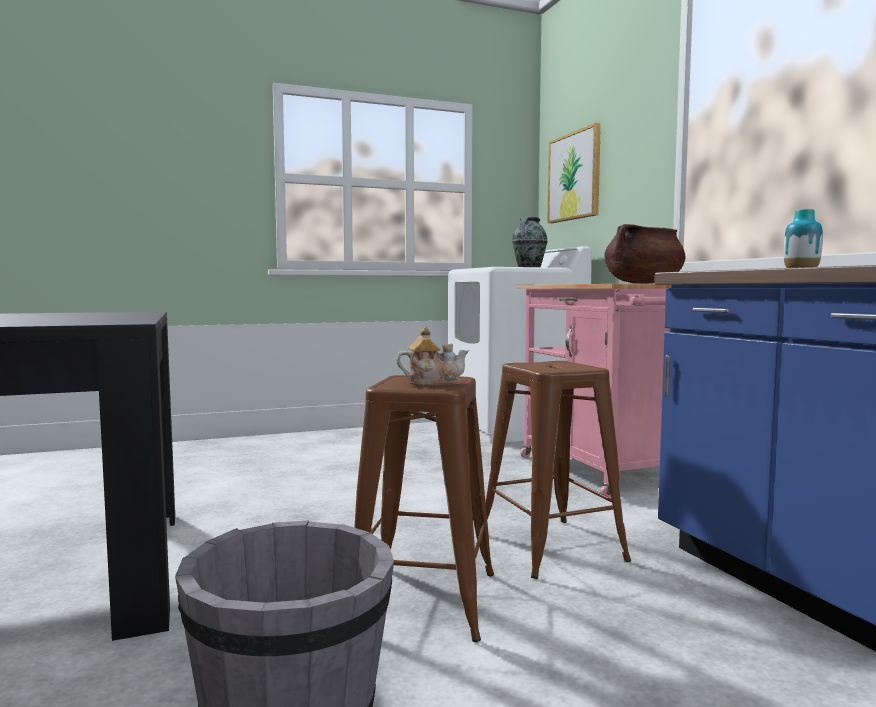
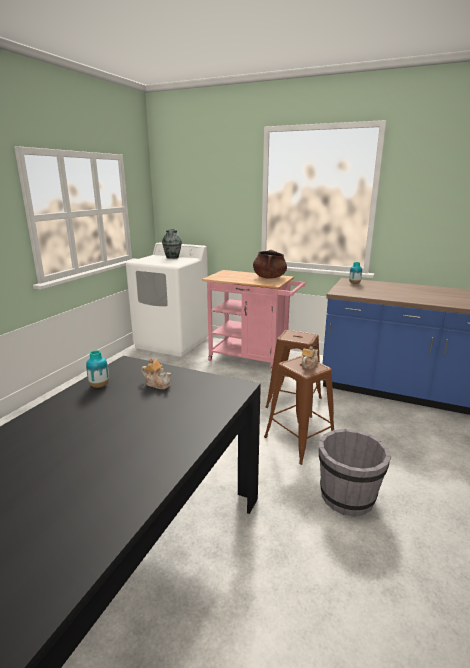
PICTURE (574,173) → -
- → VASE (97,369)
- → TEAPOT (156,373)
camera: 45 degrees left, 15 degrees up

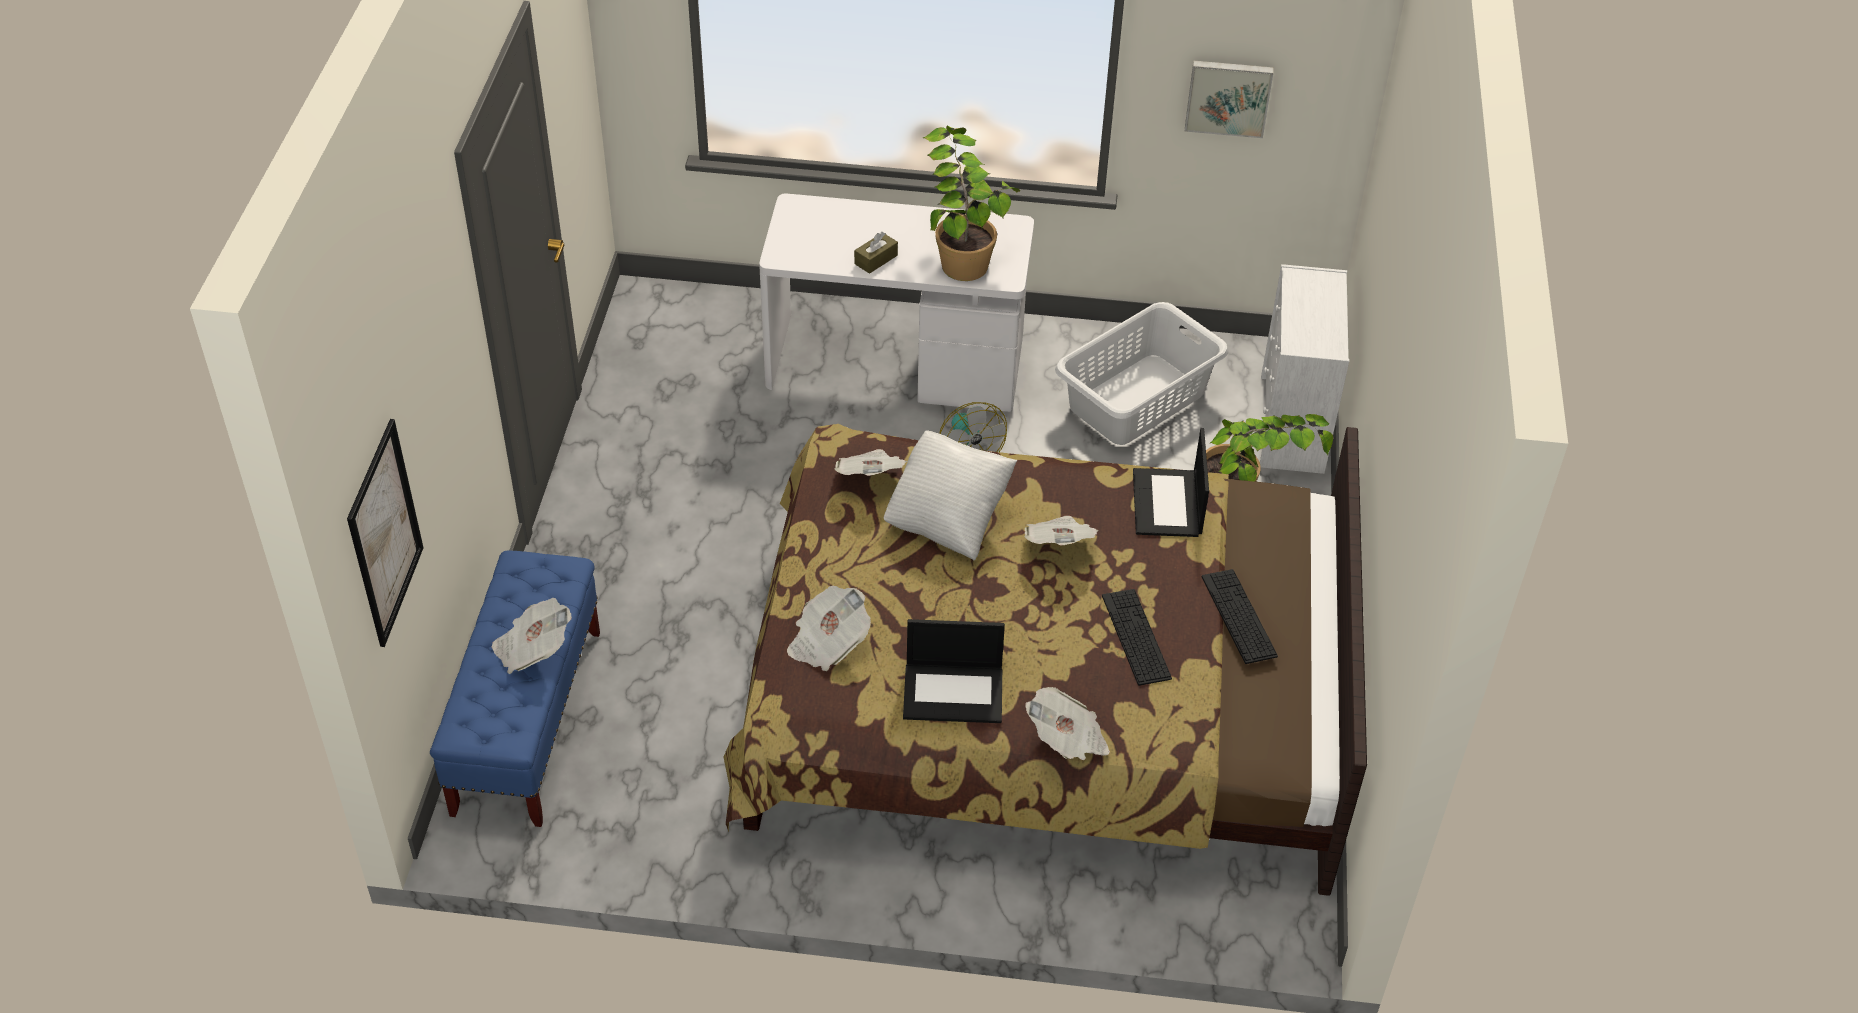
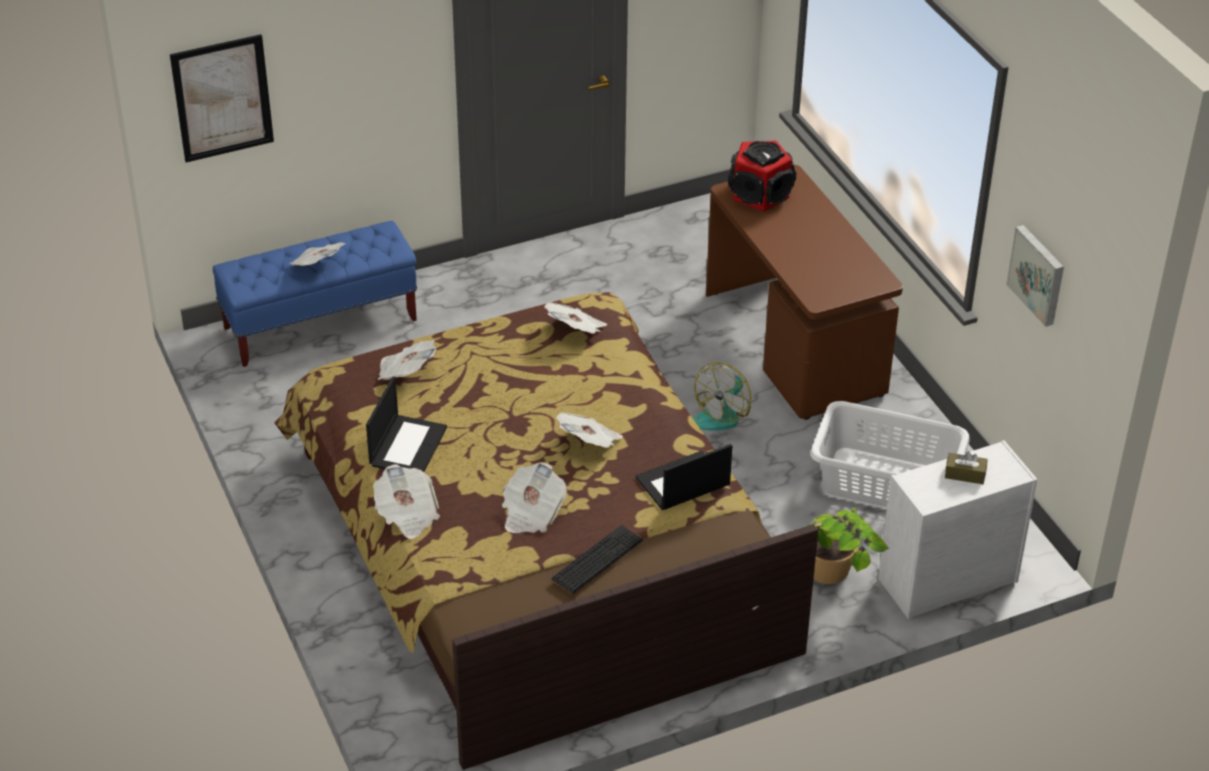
POTTED PLANT (971,203) → -
WHITE DESK (896,302) → BROWN DESK (804,292)
BROWN TISSUE BOX (876,253) → BROWN TISSUE BOX (966,467), moved
WHITE PILLOW (950,495) → -
KEYBOARD (1137,637) → NEWSPAPER (534,497)
LAPTOP (954,671) → LAPTOP (406,424), 135 degrees counterclockwise
- → SPEAKER (762,176)
camera: 60 degrees right, 5 degrees down

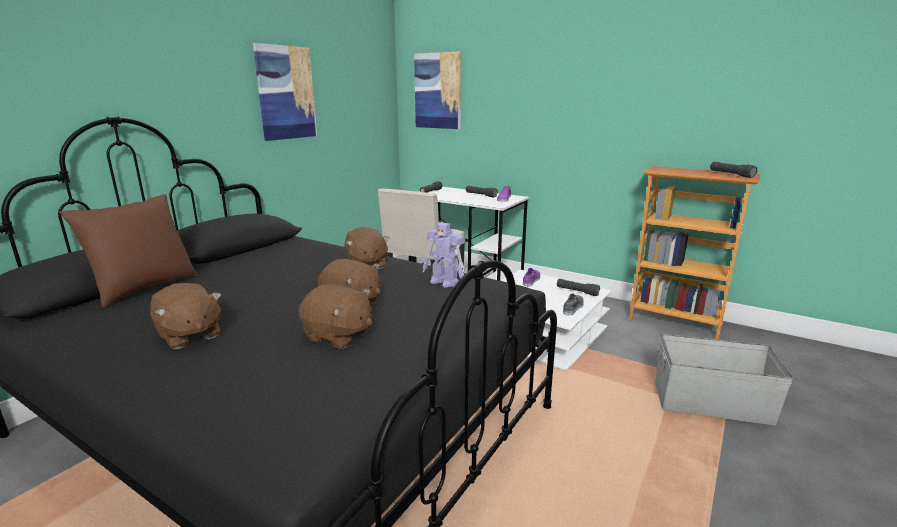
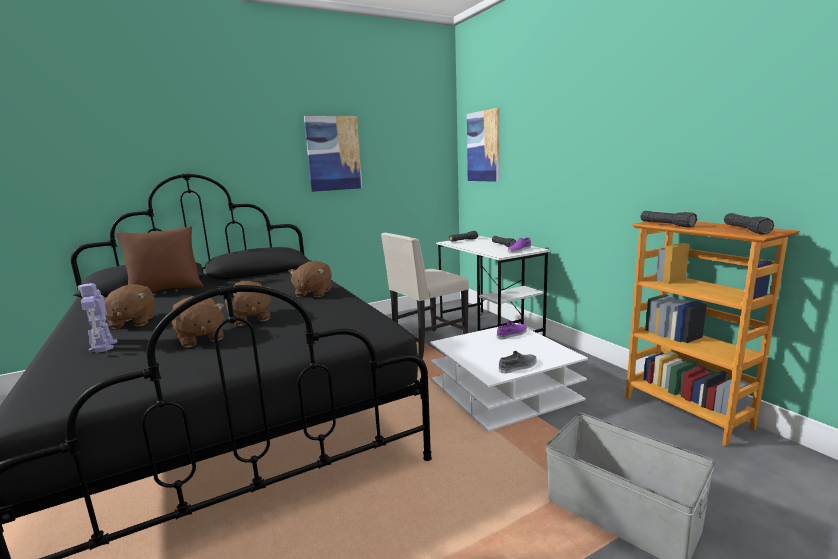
TOY ROBOT (444,255) → TOY ROBOT (97,318), moved
BLACK FLASHLIGHT (578,287) → BLACK FLASHLIGHT (668,219), moved
camera: 30 degrees right, 5 degrees down

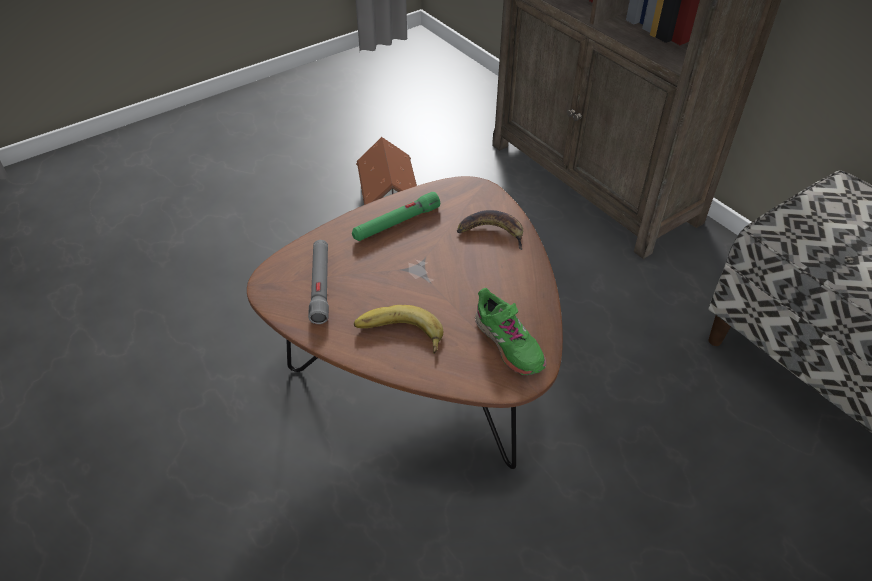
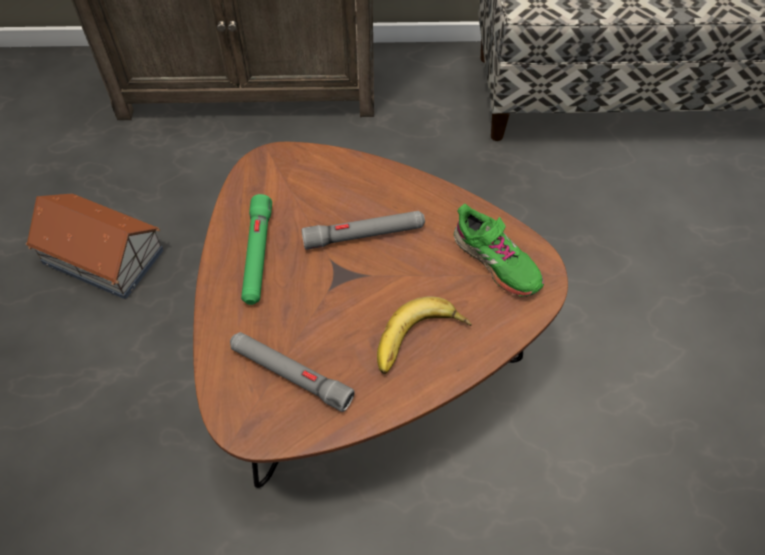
BANANA (490,230) → -
GREEN SHOE (511,332) → GREEN SHOE (499,250), 45 degrees clockwise
- → GREY FLASHLIGHT (363,230)
camera: 55 degrees left, 10 degrees up

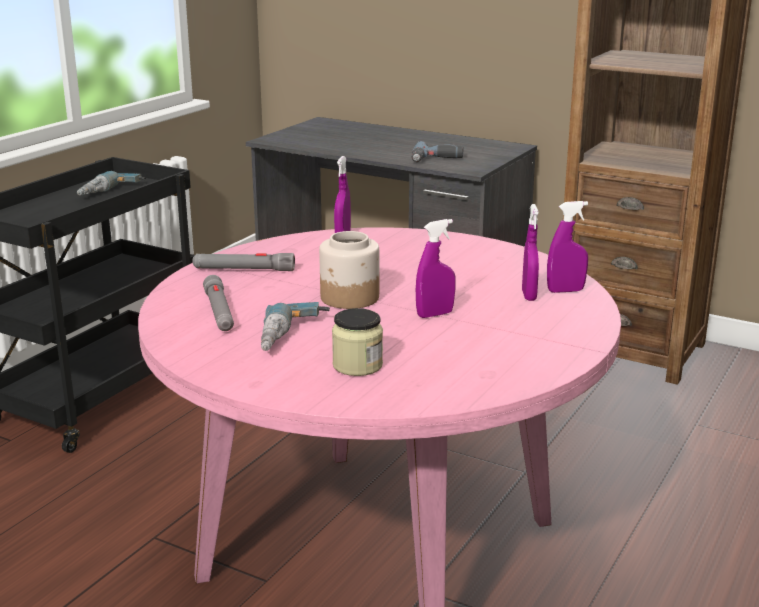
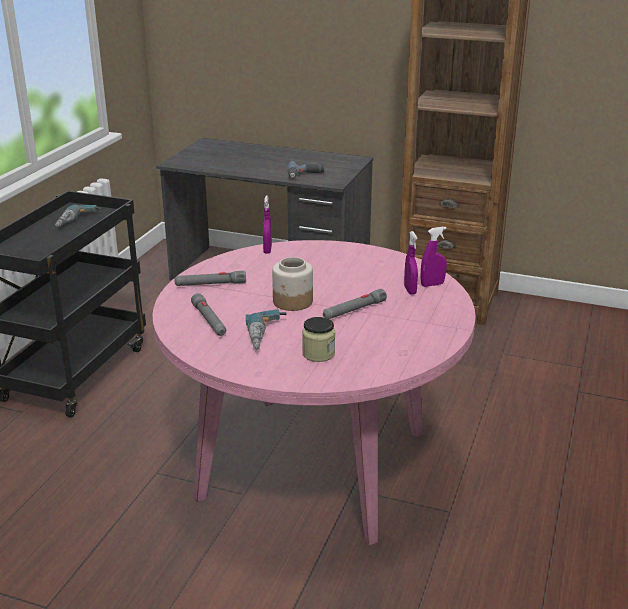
PURPLE SPRAY BOTTLE (436,268) → GREY FLASHLIGHT (355,304)
camera: 10 degrees left, 5 degrees up

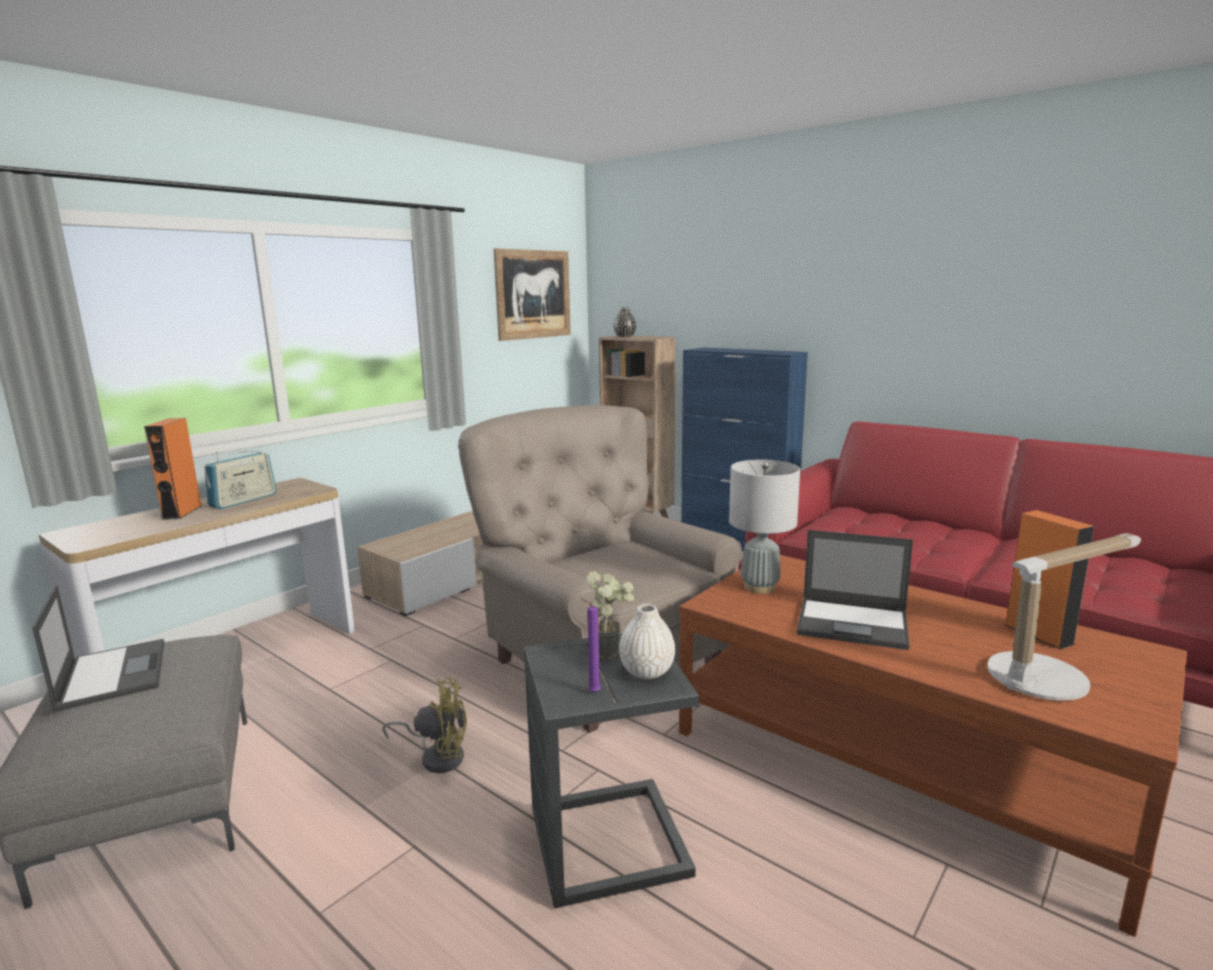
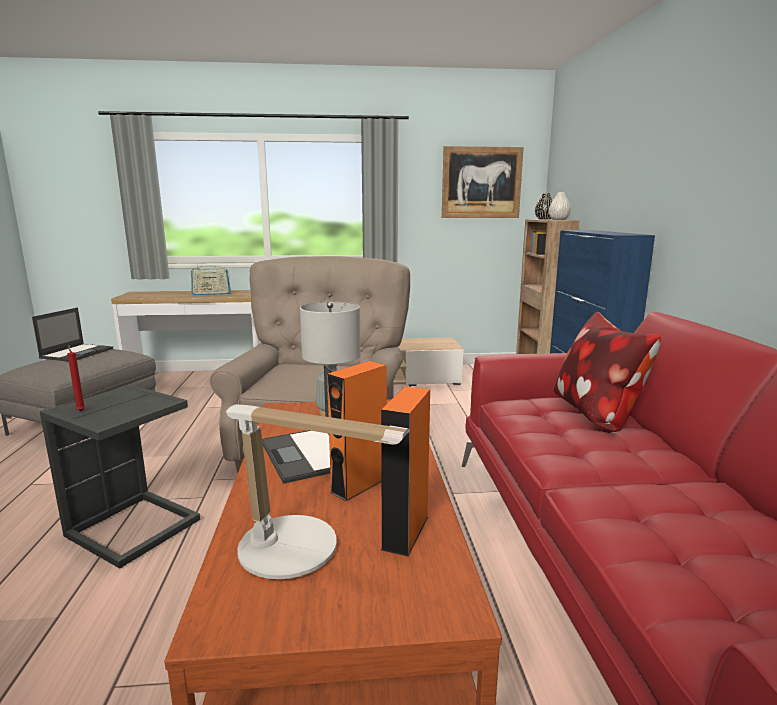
ORANGE SPEAKER (172,469) → ORANGE SPEAKER (357,431), moved
POTTED PLANT (610,615) → -
PURPLE CANDLE (591,645) → RED CANDLE (76,378)
WHITE VASE (647,641) → WHITE VASE (560,206), moved
YELLOW FAN (424,725) → -
- → PILLOW (607,372)
camera: 45 degrees right, 0 degrees up

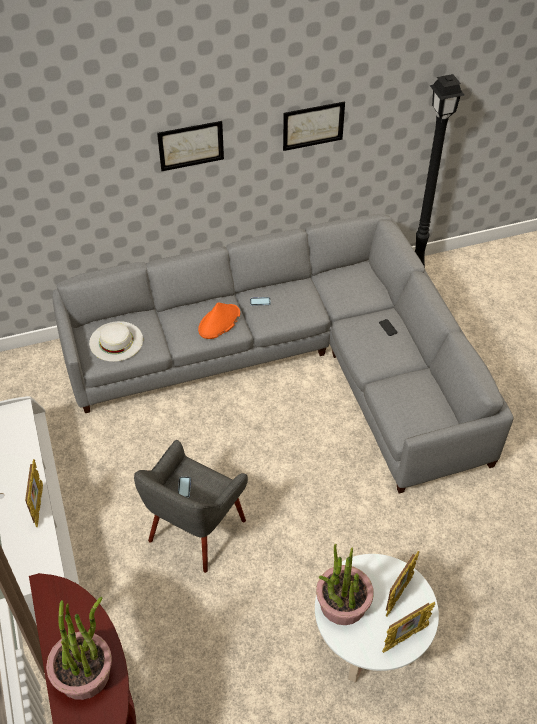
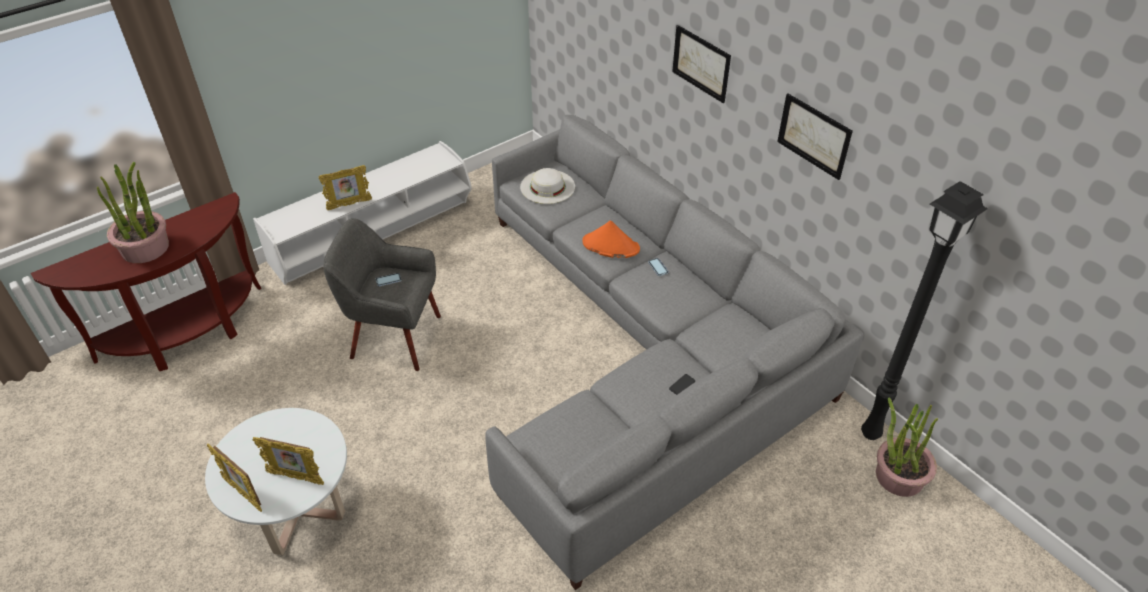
POTTED PLANT (345,584) → POTTED PLANT (907,447), moved
camera: 70 degrees right, 5 degrees down

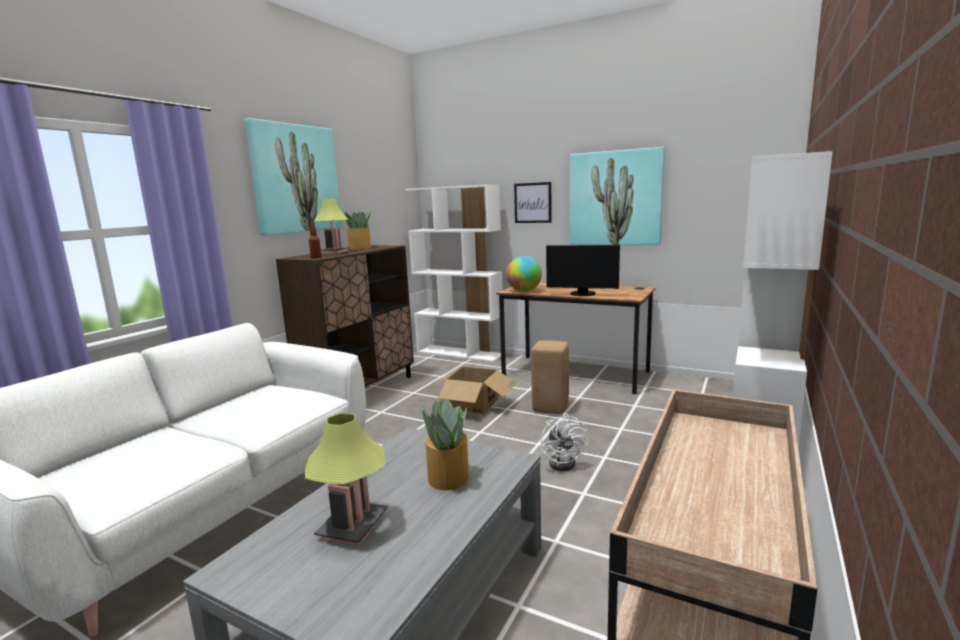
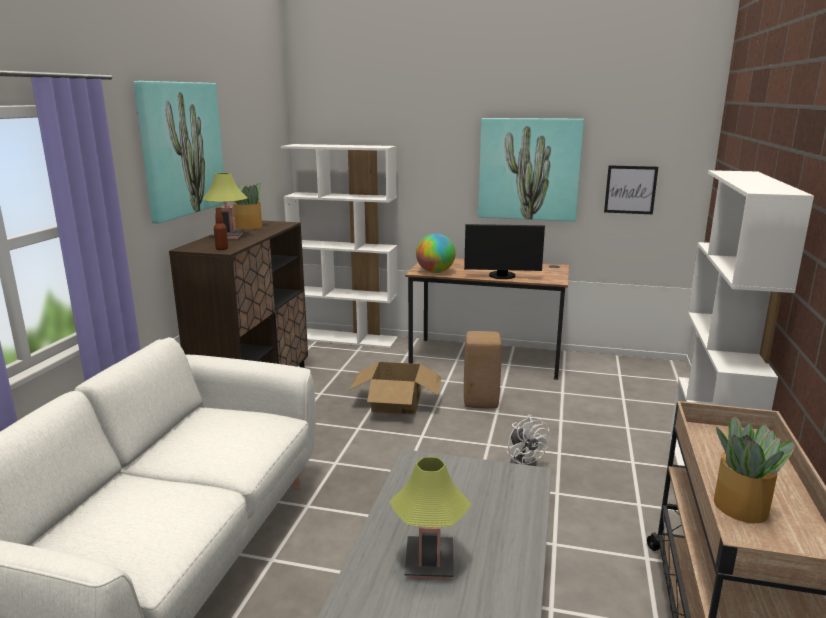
PICTURE (533,202) → PICTURE (631,189), moved
POTTED PLANT (445,445) → POTTED PLANT (754,469), moved
camera: 15 degrees left, 5 degrees up

